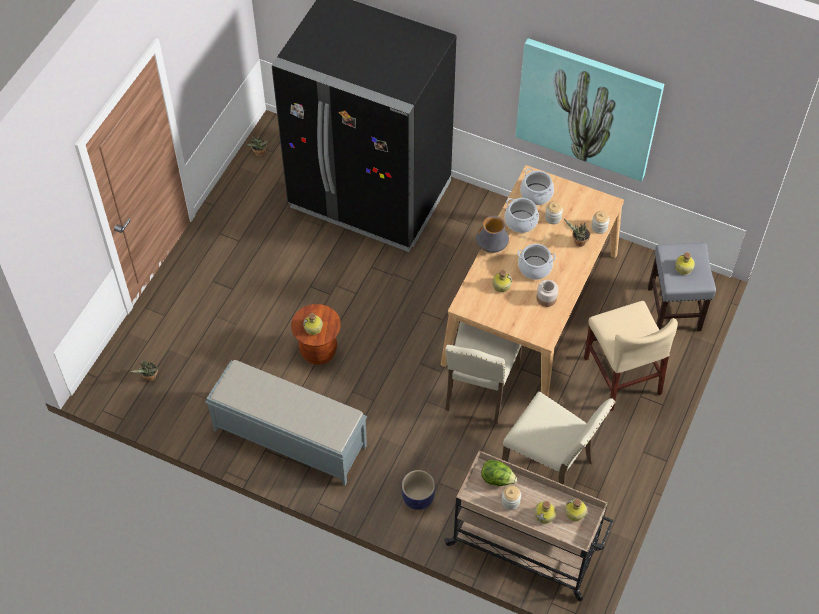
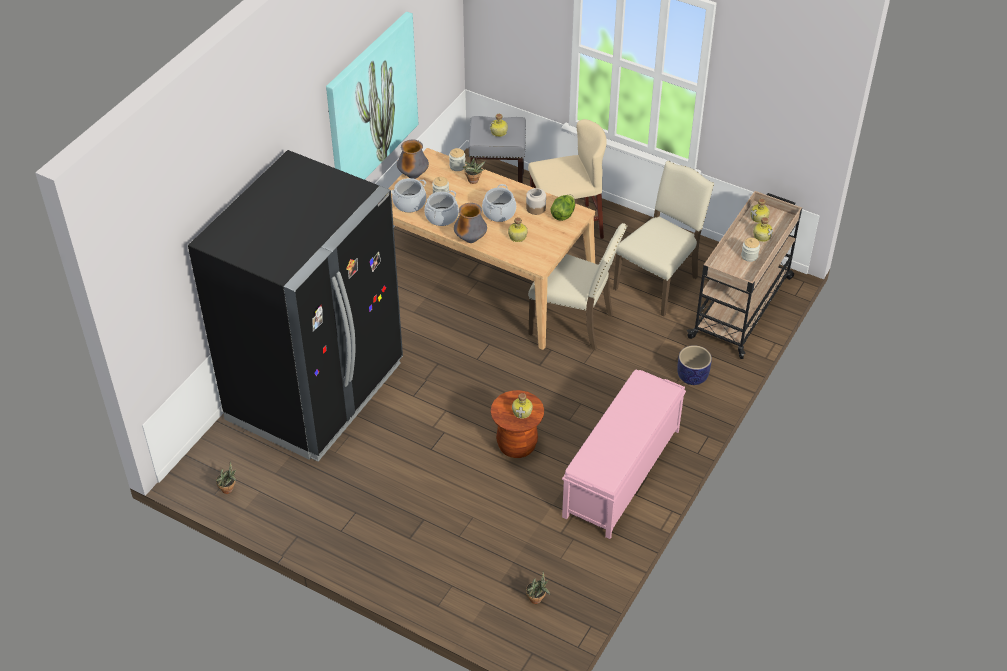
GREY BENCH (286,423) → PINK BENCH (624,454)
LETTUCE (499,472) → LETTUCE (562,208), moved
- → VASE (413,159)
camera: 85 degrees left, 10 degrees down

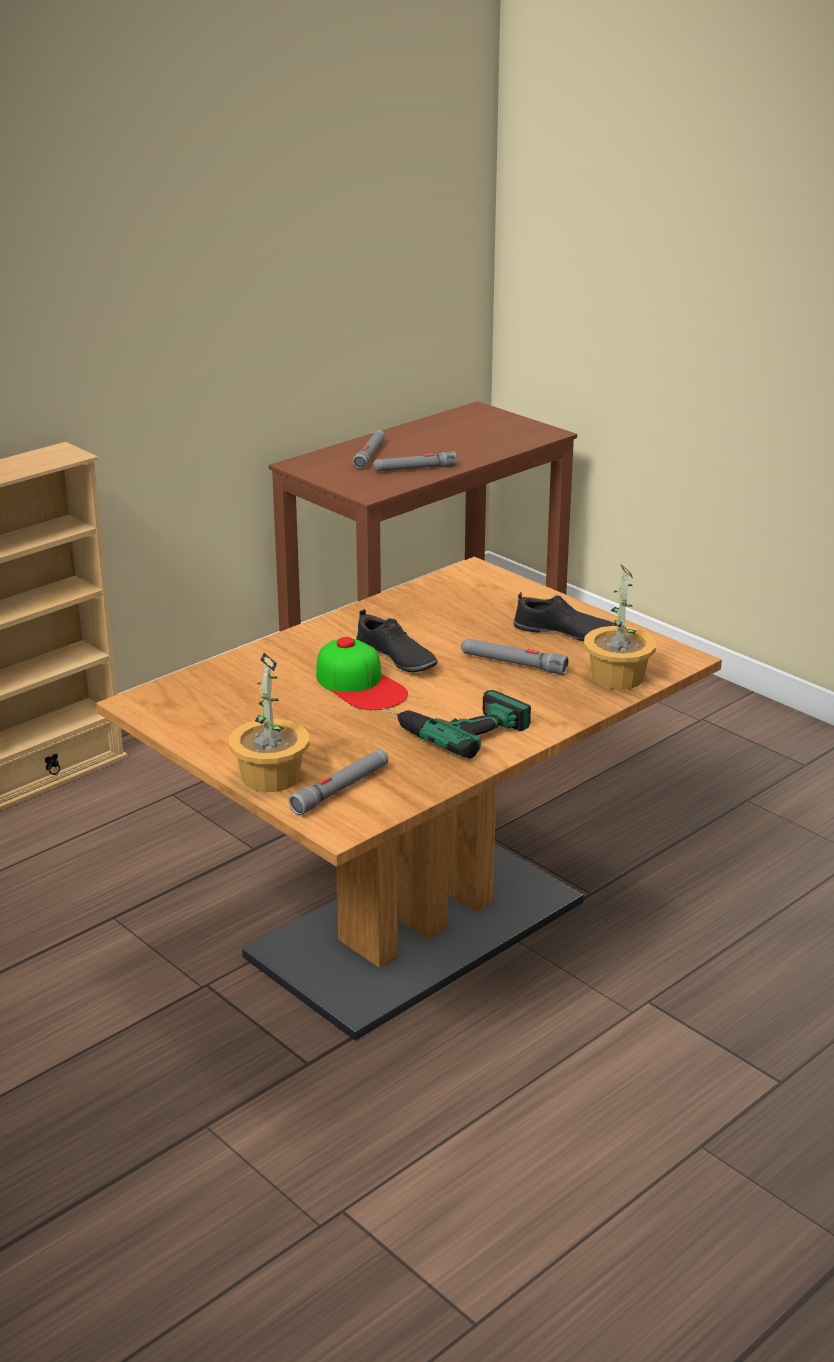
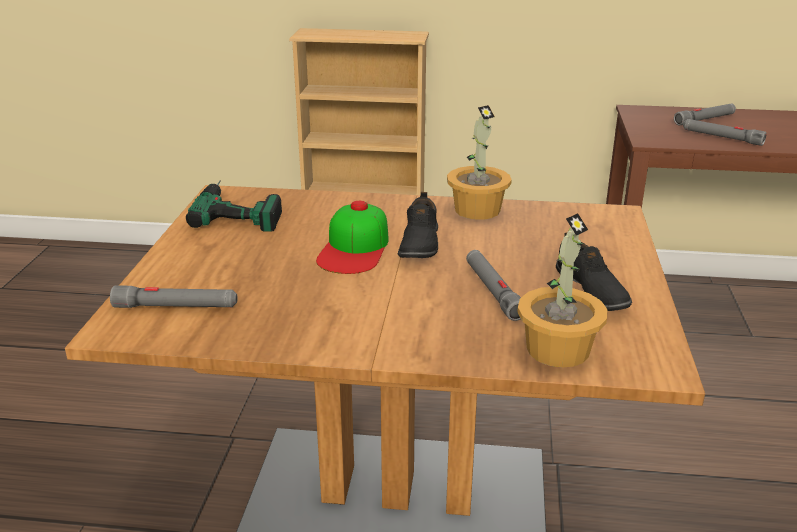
POTTED PLANT (269,722) → POTTED PLANT (479,162), moved
POWER DRILL (456,724) → POWER DRILL (234,206), moved
camera: 50 degrees right, 0 degrees up

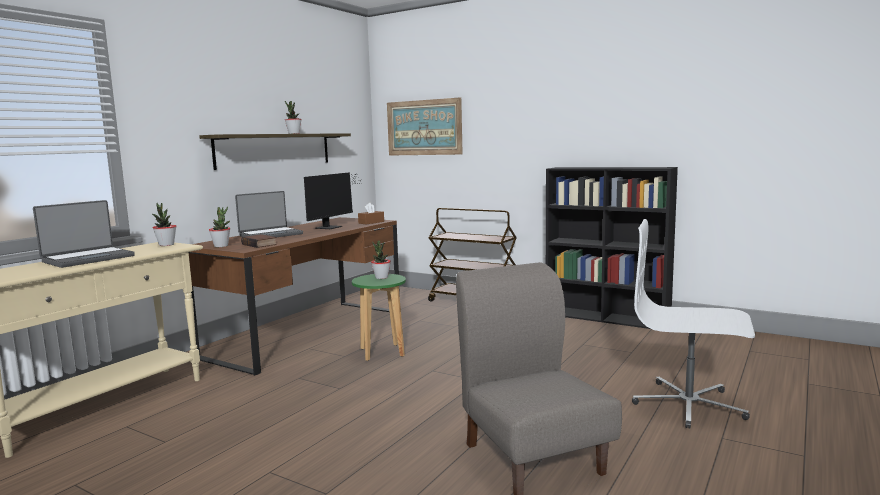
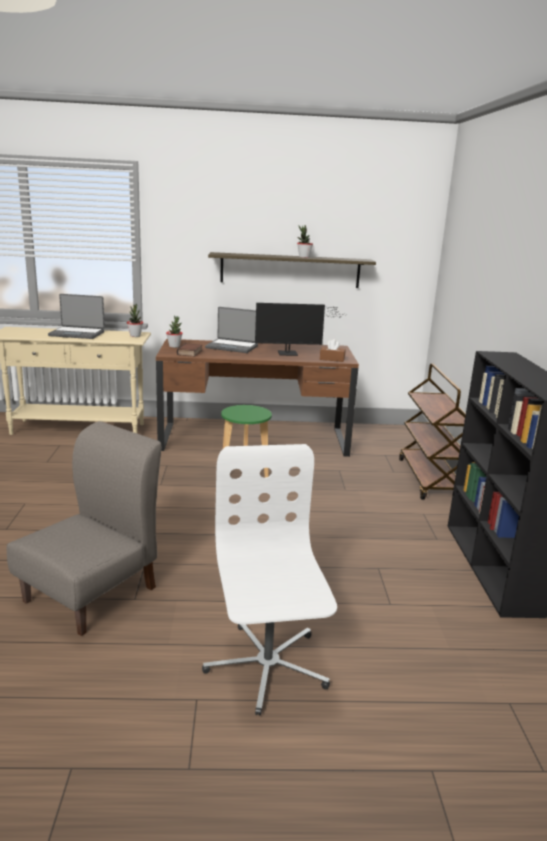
PICTURE (425,126) → -
POTTED PLANT (381,260) → -
camera: 55 degrees right, 10 degrees up

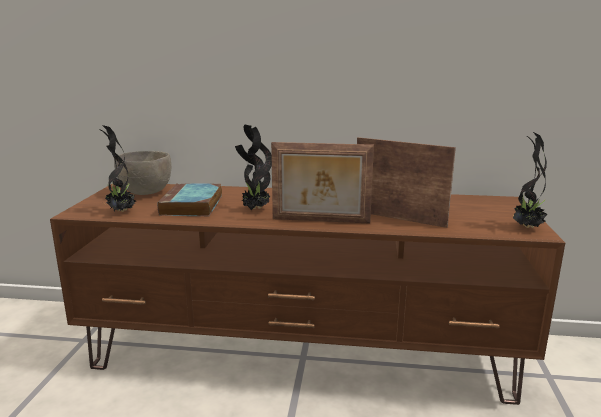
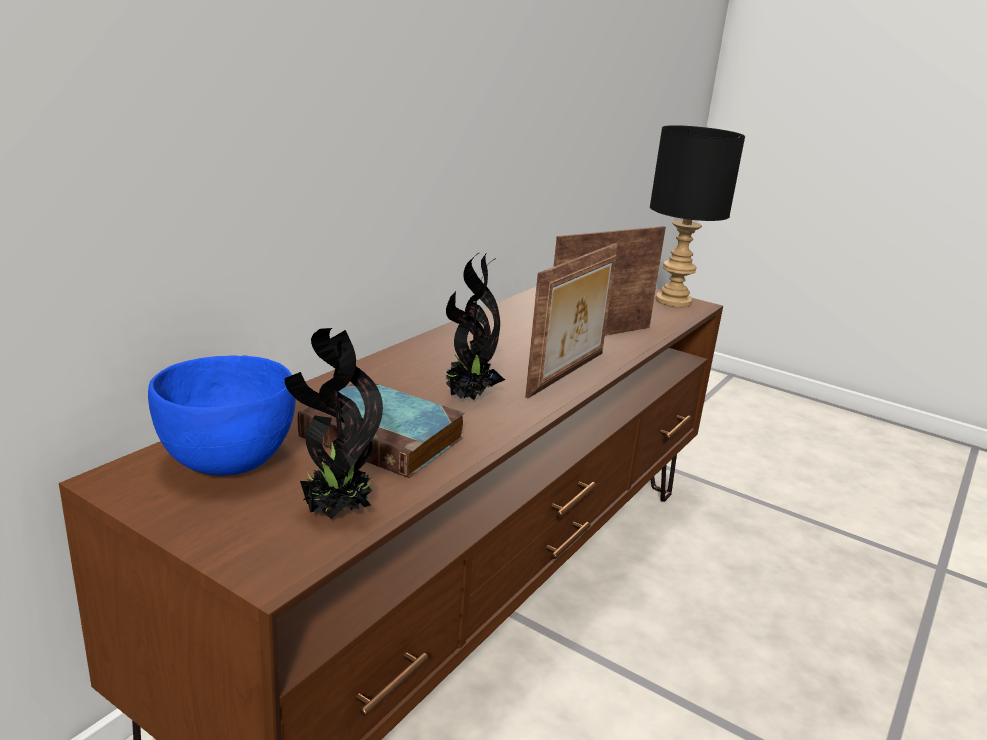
POTTED PLANT (529,180) → BLACK TABLE LAMP (697,216)
GREY BOWL (142,173) → BLUE BOWL (222,415)
camera: 65 degrees left, 5 degrees up

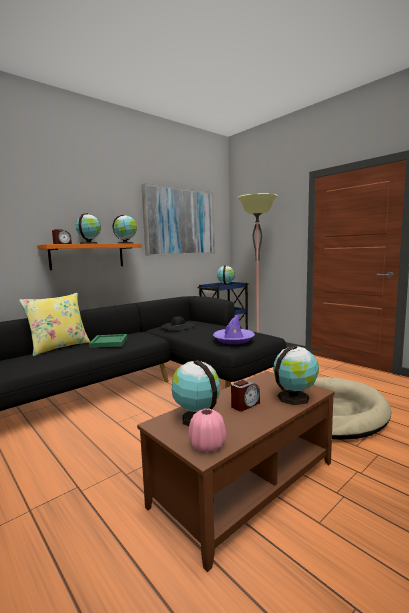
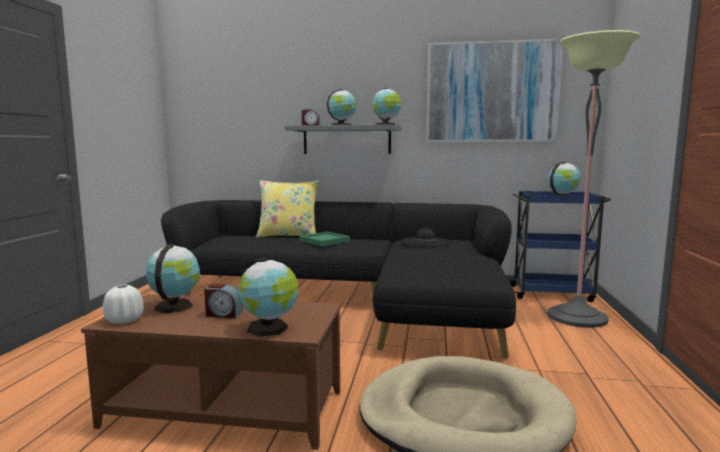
ORANGE SHELF (89,256) → GREY SHELF (343,139)
PURPLE HAT (234,329) → -
PINK VASE (207,430) → WHITE VASE (123,304)
camera: 50 degrees right, 0 degrees up

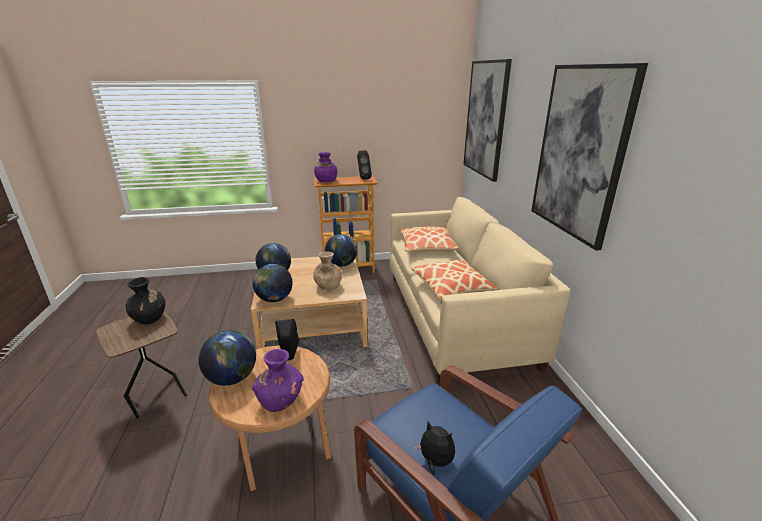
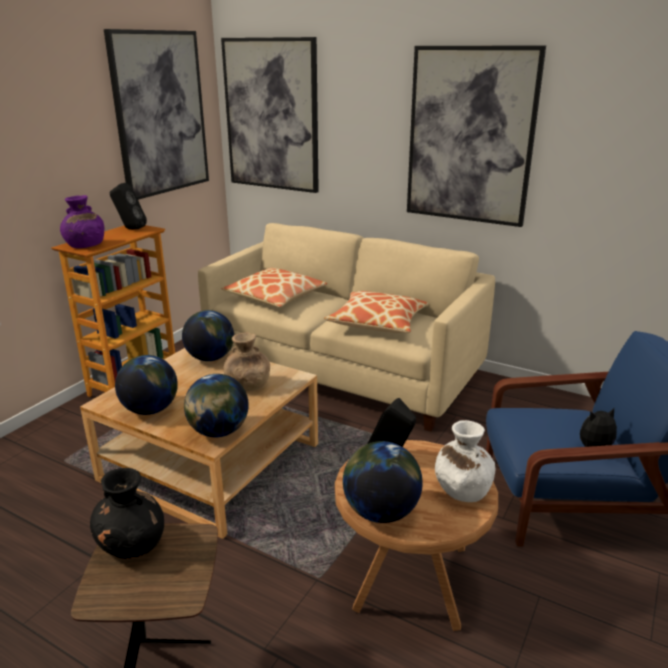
PURPLE VASE (278,380) → WHITE VASE (465,461)
- → PICTURE (156,114)
camera: 50 degrees left, 0 degrees up

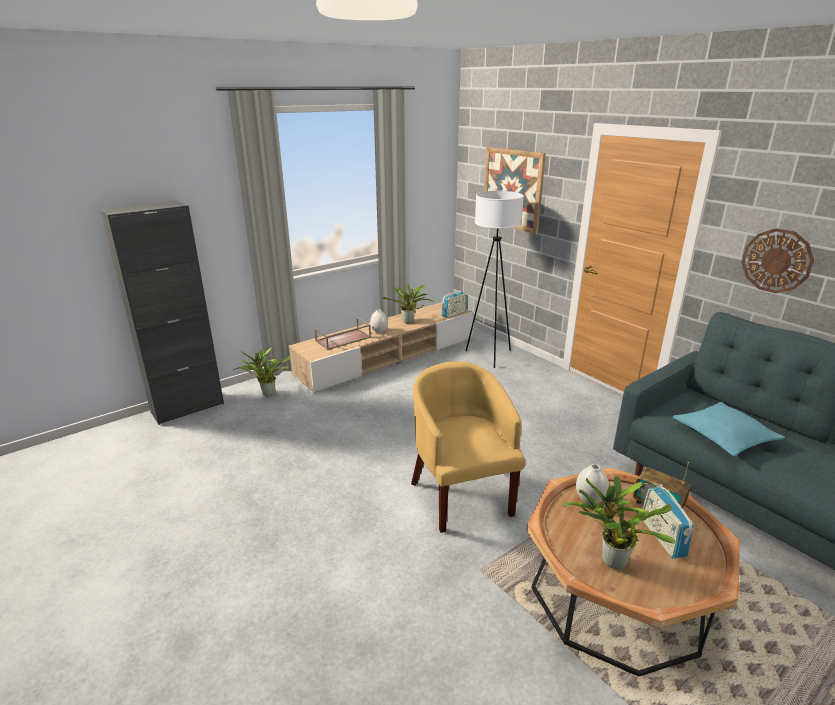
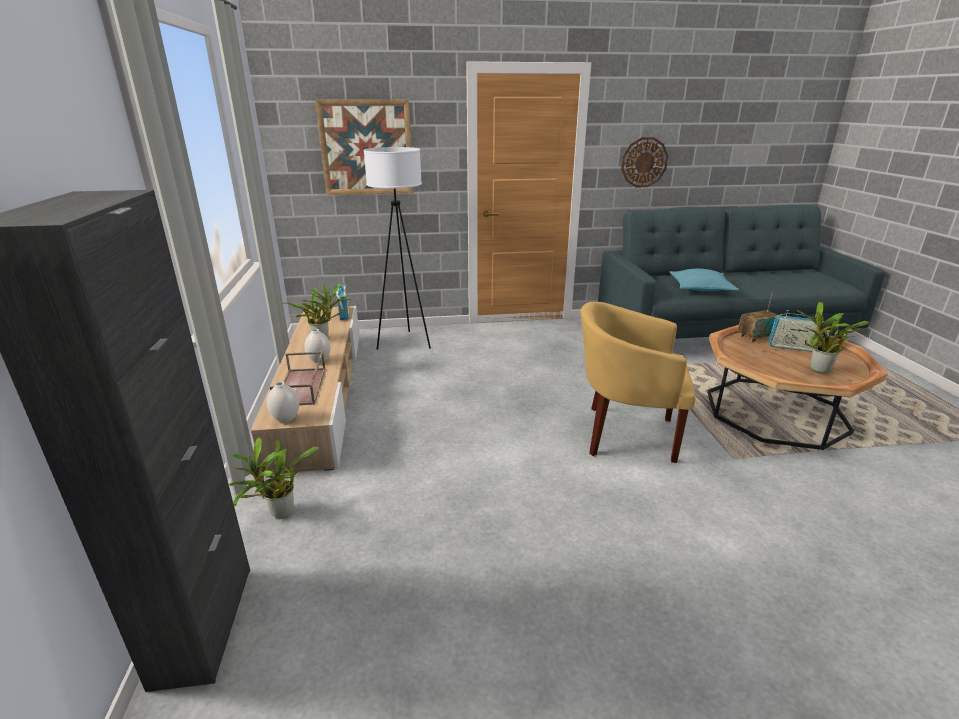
WHITE VASE (592,484) → WHITE VASE (283,402), moved
camera: 60 degrees left, 0 degrees up

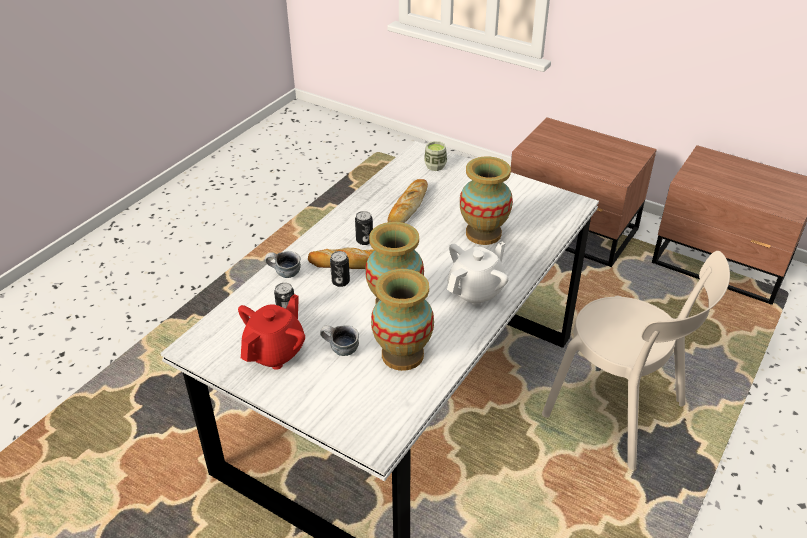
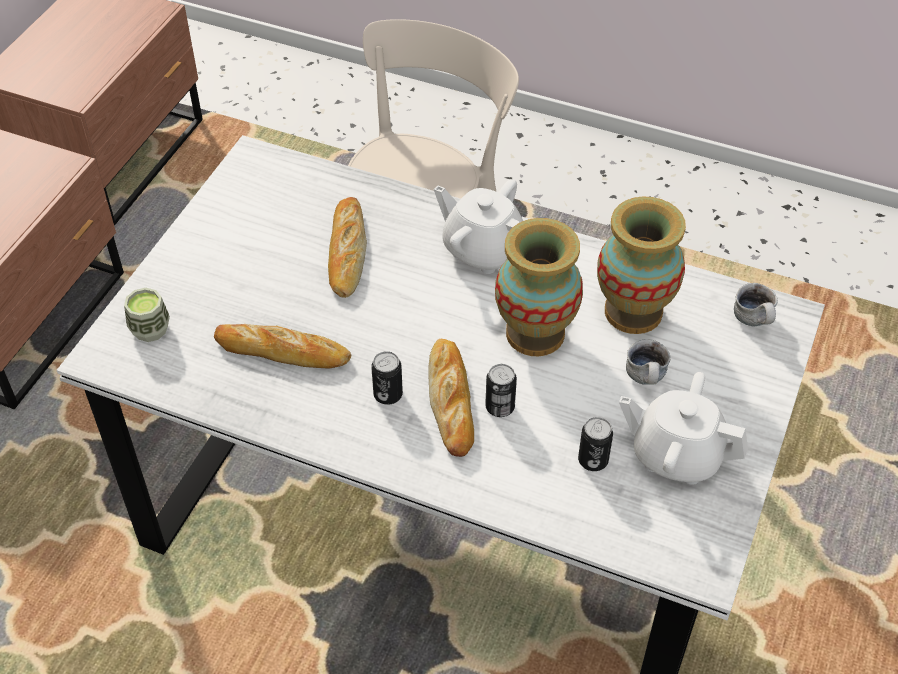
VASE (486,200) → BREAD (347,247)
MUG (283,264) → MUG (756,305), moved
RED TEAPOT (271,332) → WHITE TEAPOT (683,428)
camera: 100 degrees left, 10 degrees up

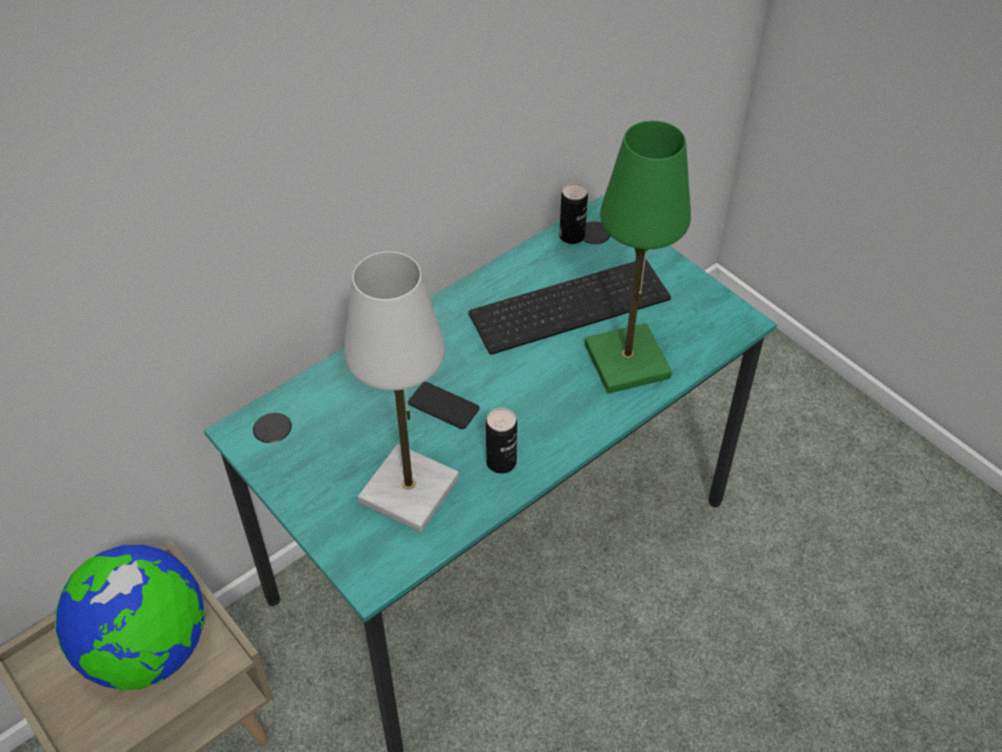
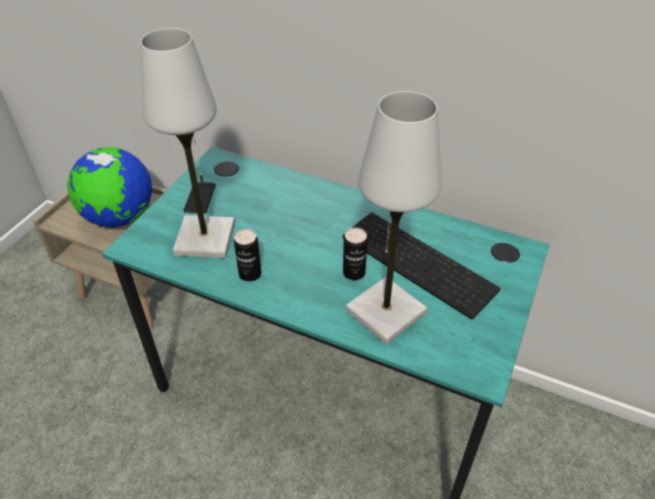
GREEN TABLE LAMP (638,257) → WHITE TABLE LAMP (394,218)
CAN (573,213) → CAN (355,254), moved
PHONE (444,405) → PHONE (200,197), moved
camera: 65 degrees right, 5 degrees down

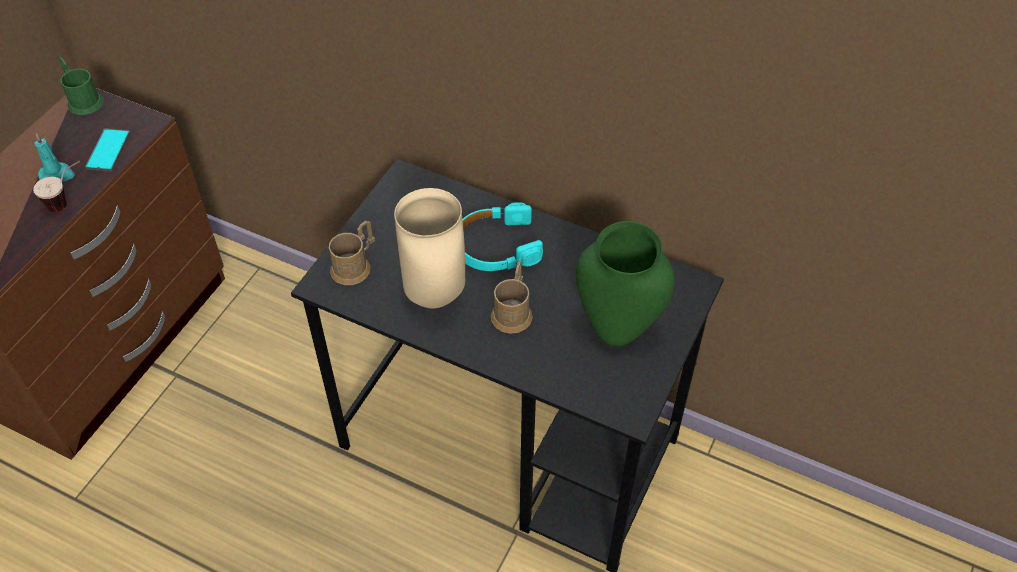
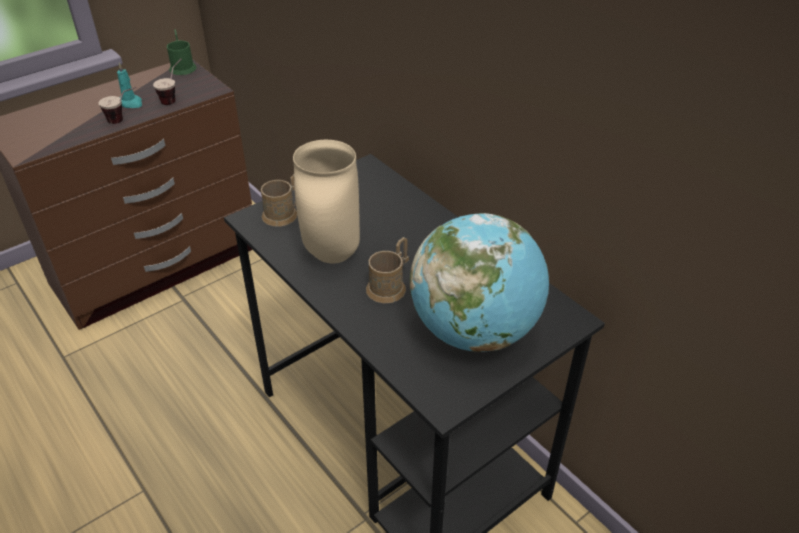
PHONE (108,150) → CUP (167,82)
TURQUOISE HEADPHONES (502,236) → -
GREEN VASE (625,284) → GLOBE (479,282)
camera: 25 degrees right, 10 degrees down

